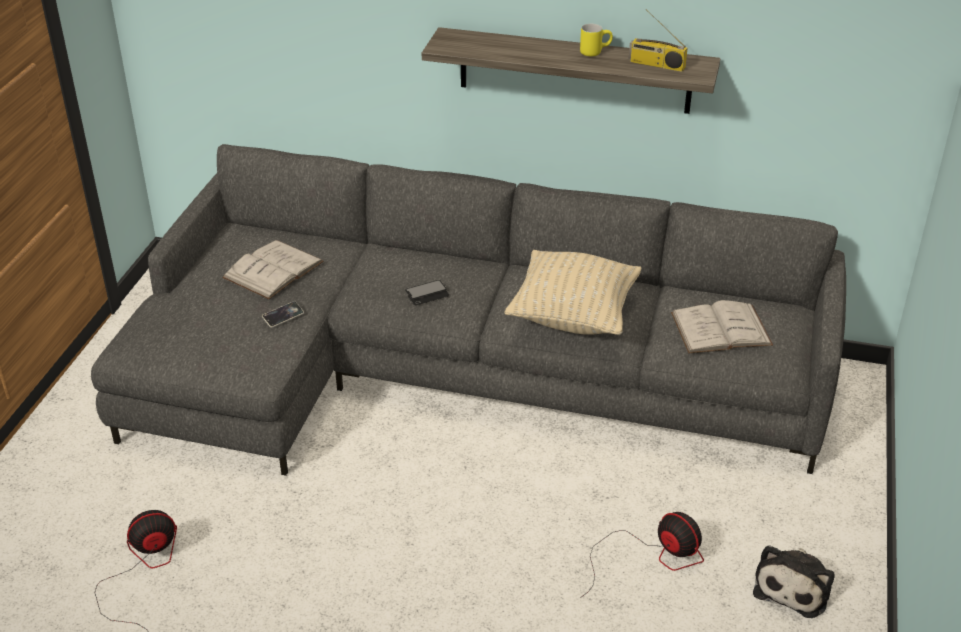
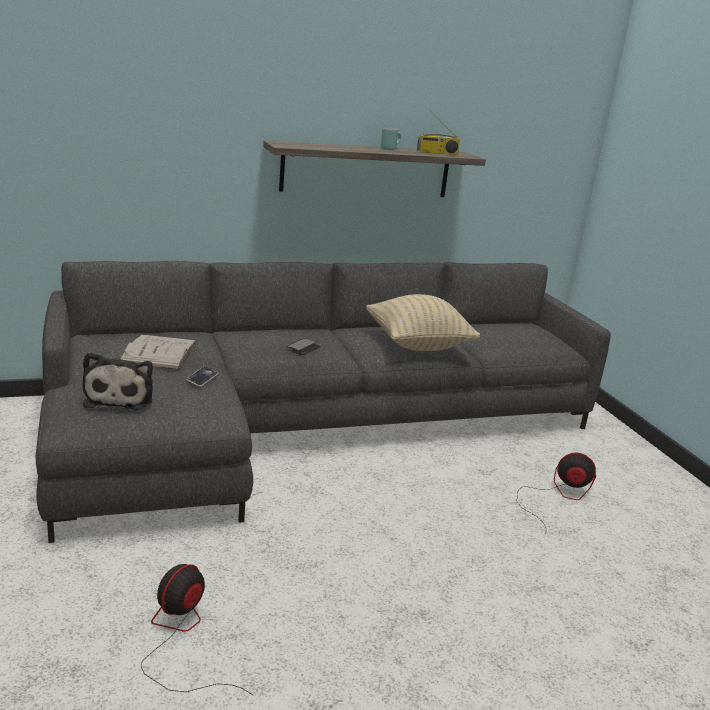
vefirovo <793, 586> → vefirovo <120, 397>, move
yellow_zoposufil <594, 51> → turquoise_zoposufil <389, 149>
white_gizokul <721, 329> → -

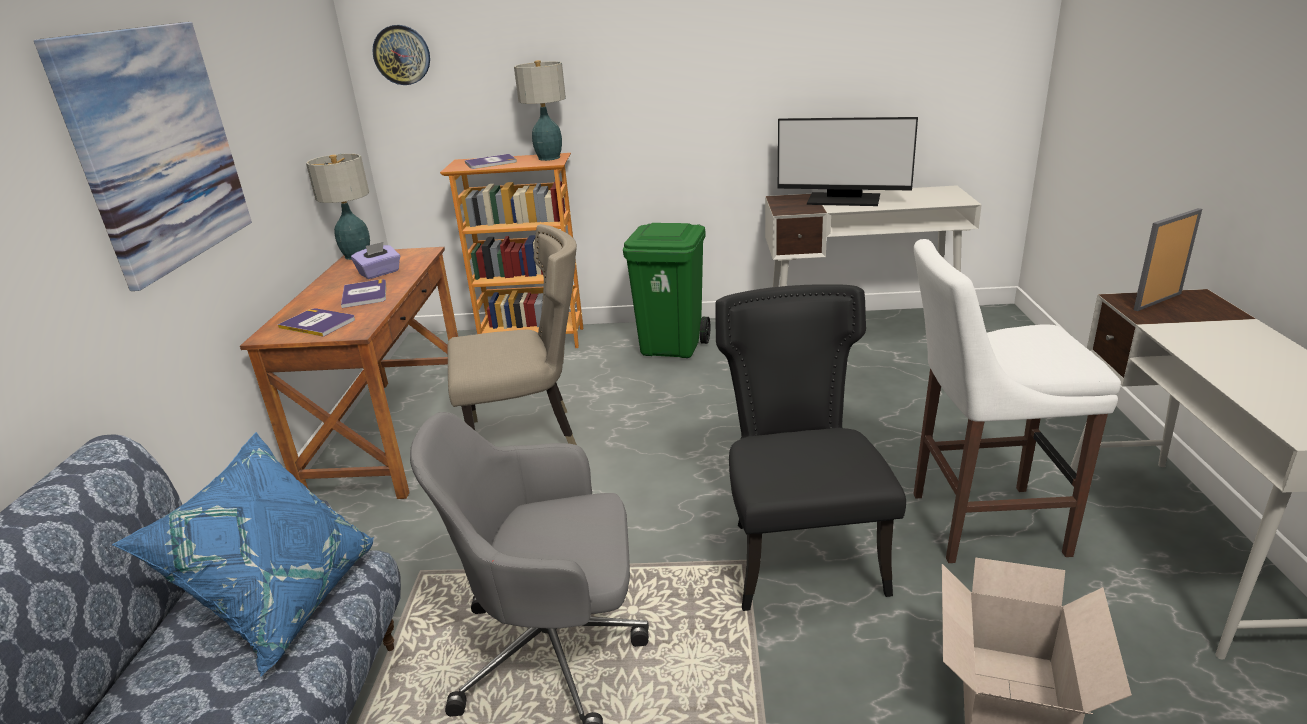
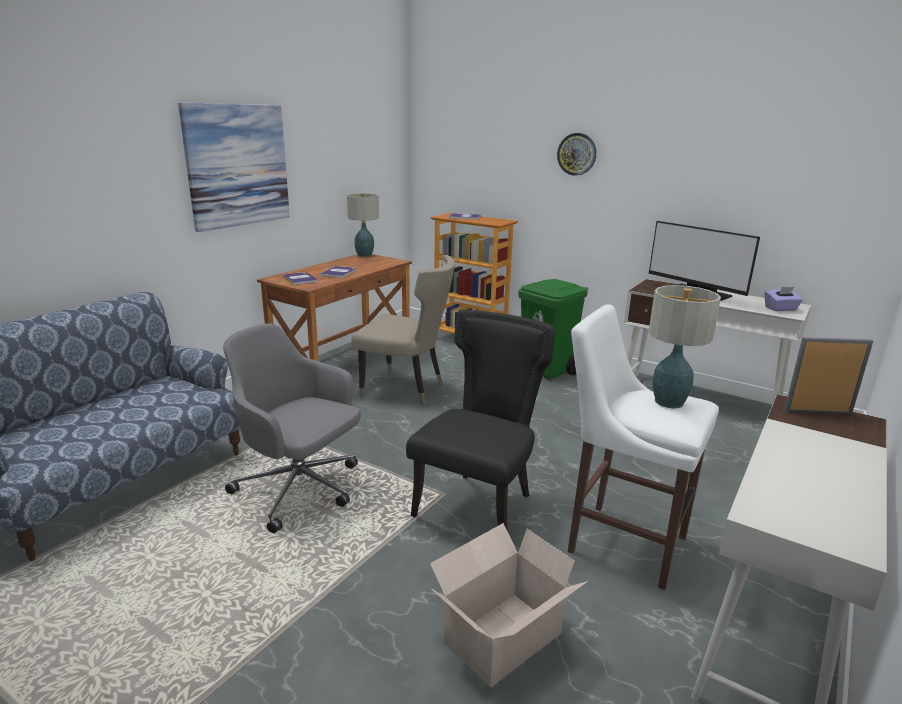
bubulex <402, 55> → bubulex <577, 154>, move
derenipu <548, 158> → derenipu <668, 402>, move
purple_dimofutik <380, 273> → purple_dimofutik <780, 309>, move
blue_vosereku <284, 601> → -

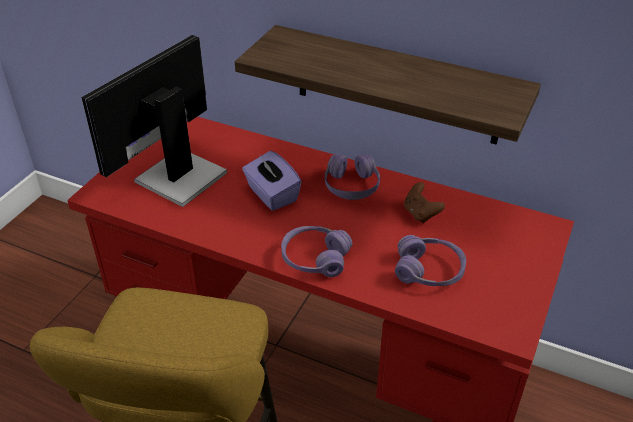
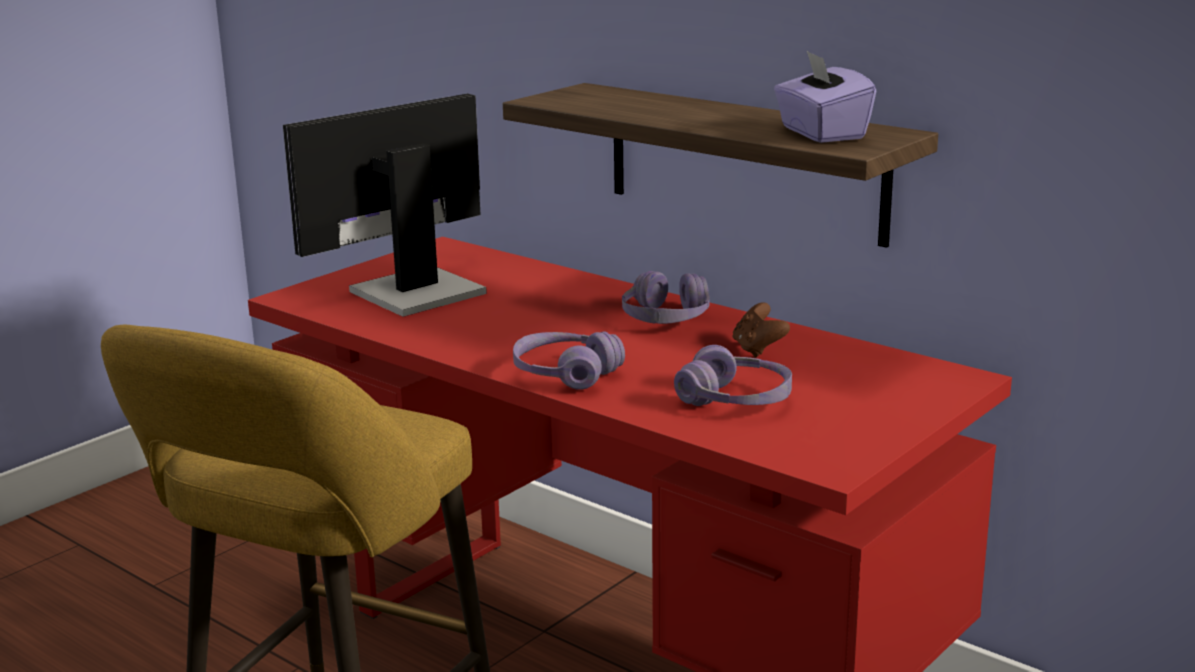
purple_dimofutik <271, 194> → purple_dimofutik <821, 133>, move

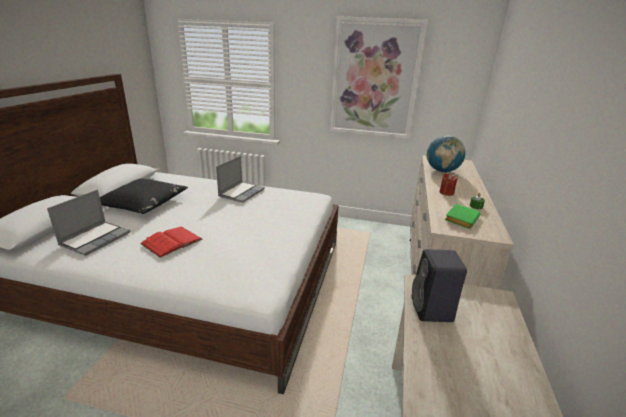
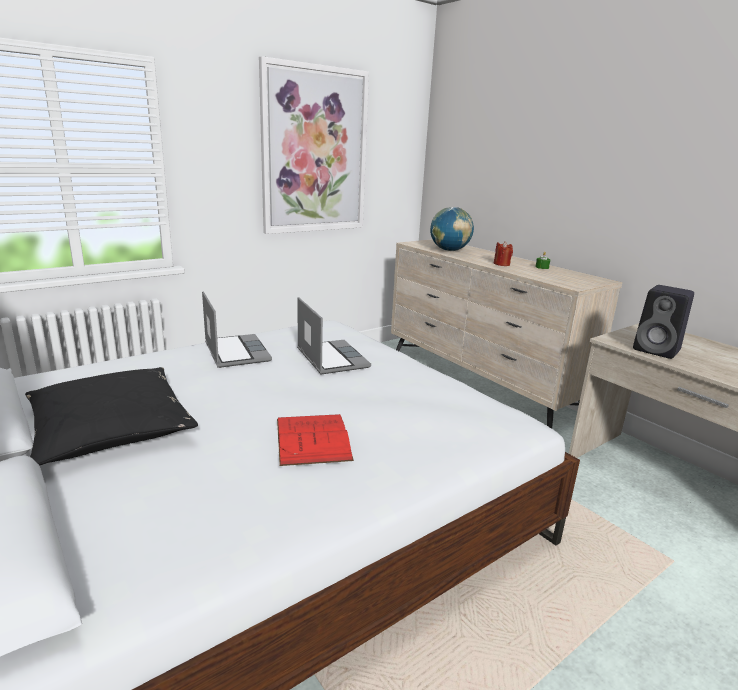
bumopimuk <95, 238> → bumopimuk <330, 358>, move
green_gizokul <460, 218> → -

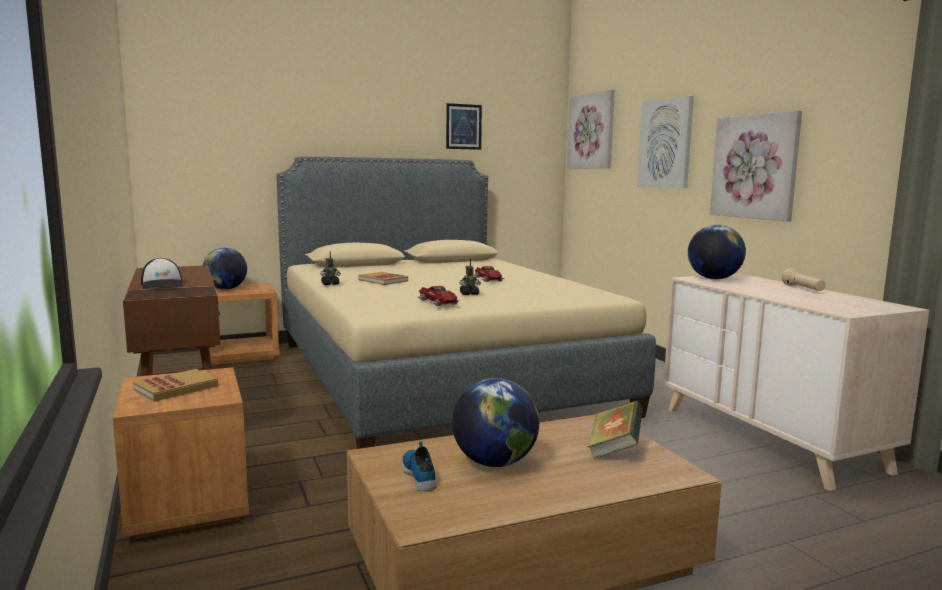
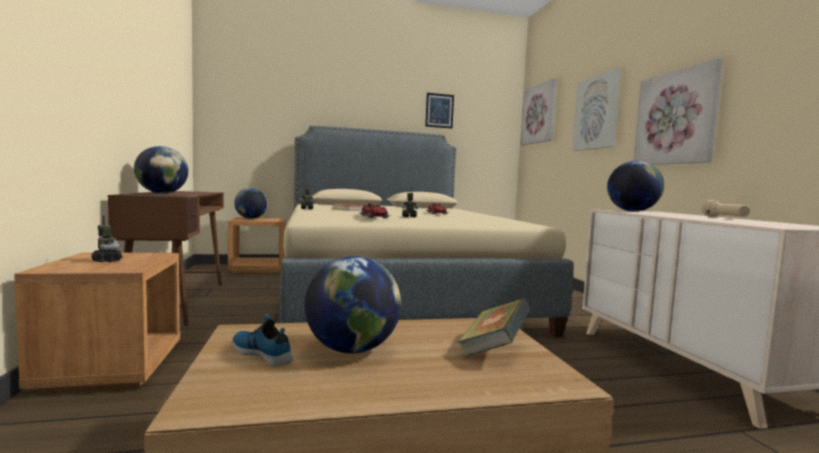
gizokul <176, 388> → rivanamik <107, 260>
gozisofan <163, 285> → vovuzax <162, 193>
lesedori <420, 474> → lesedori <262, 353>, 45 degrees counterclockwise

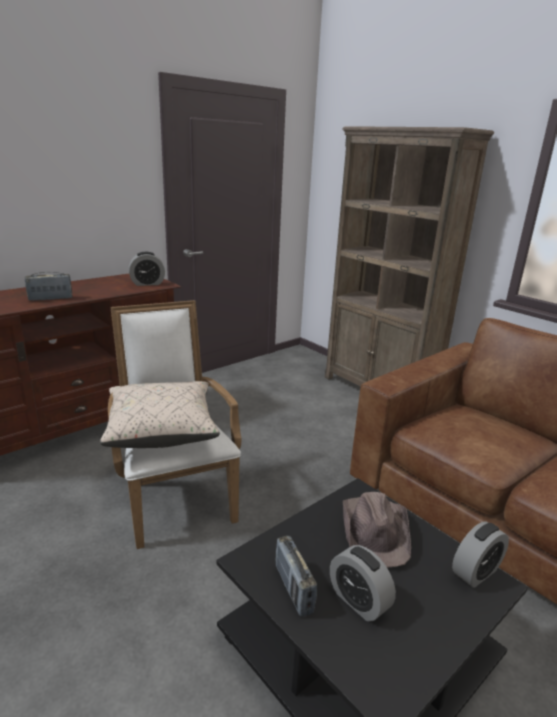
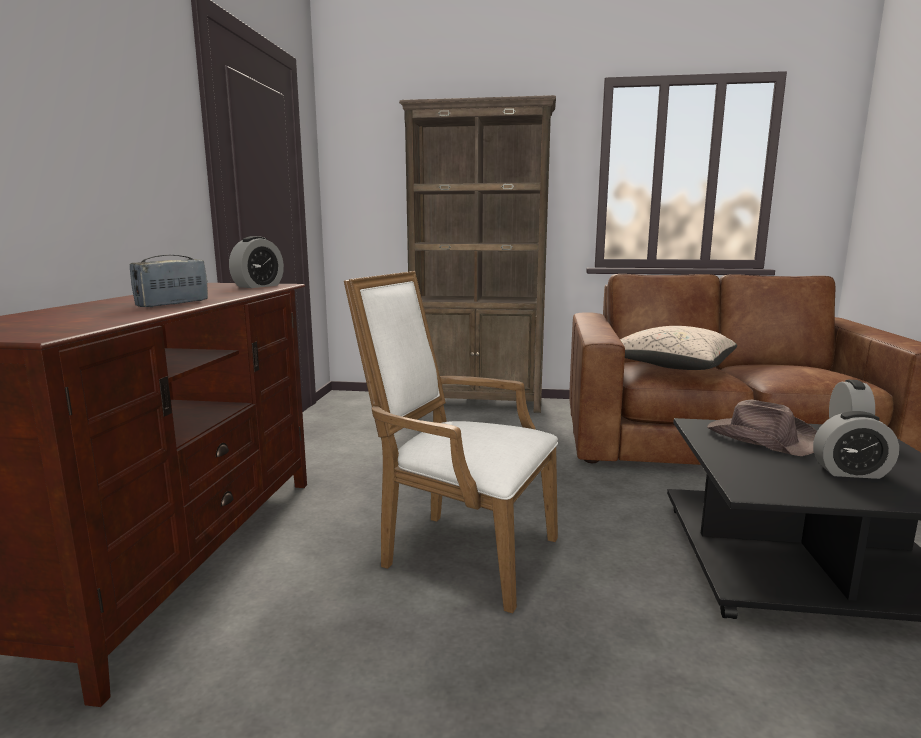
beige_vosereku <161, 429> → beige_vosereku <671, 367>, move
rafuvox <293, 589> → -

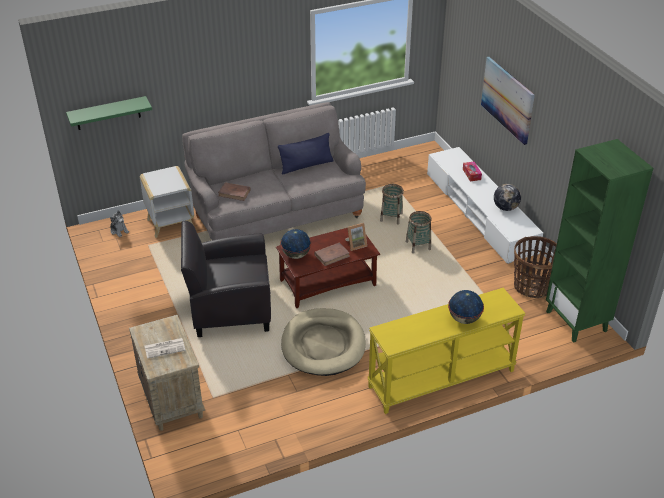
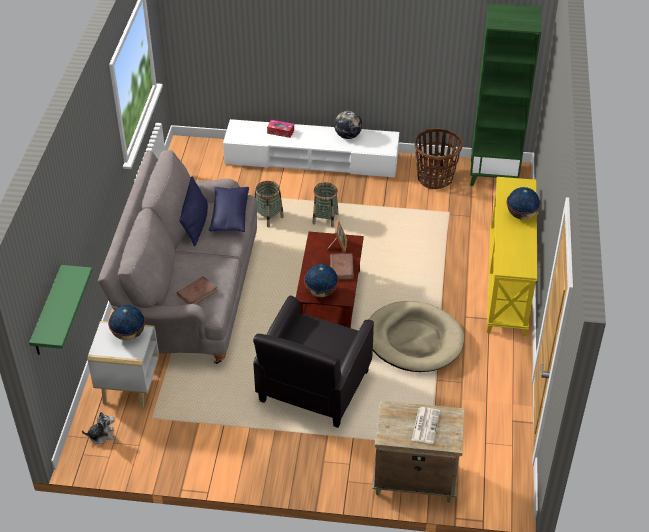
- → vovuzax <129, 334>
- → blue_vosereku <229, 216>
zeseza <508, 99> → -

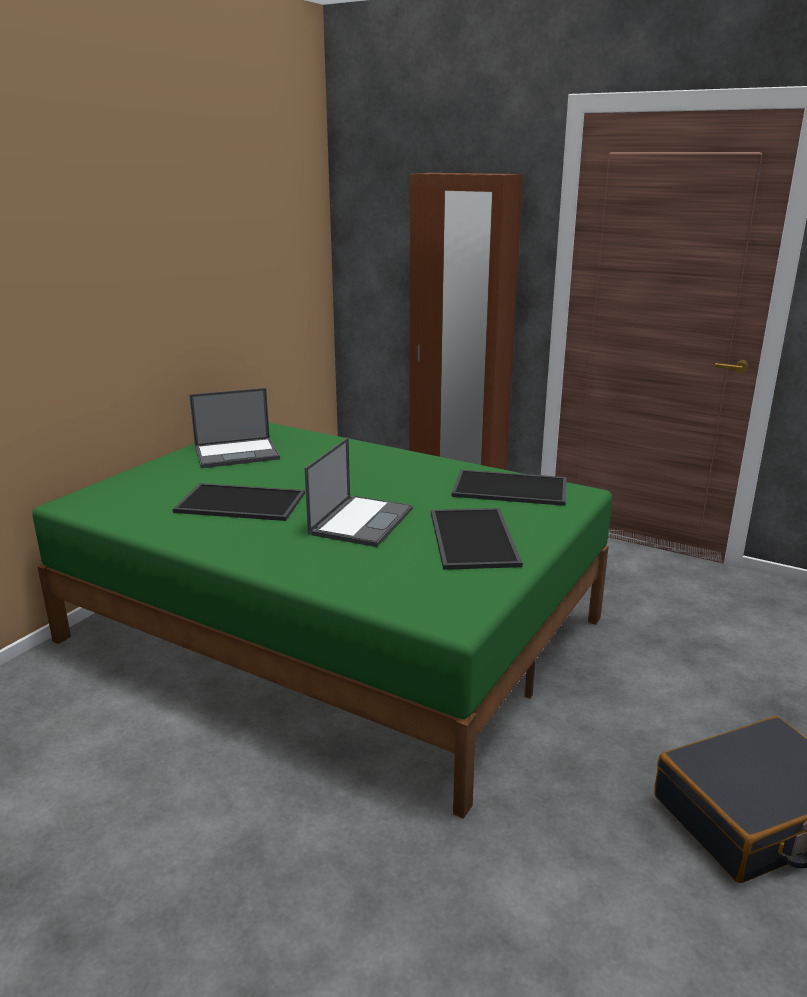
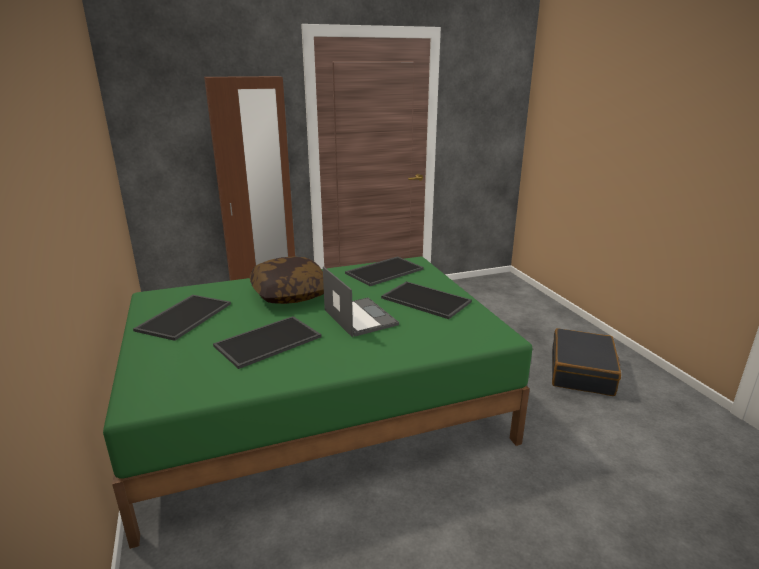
bumopimuk <238, 453> → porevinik <184, 316>
- → vosereku <290, 294>

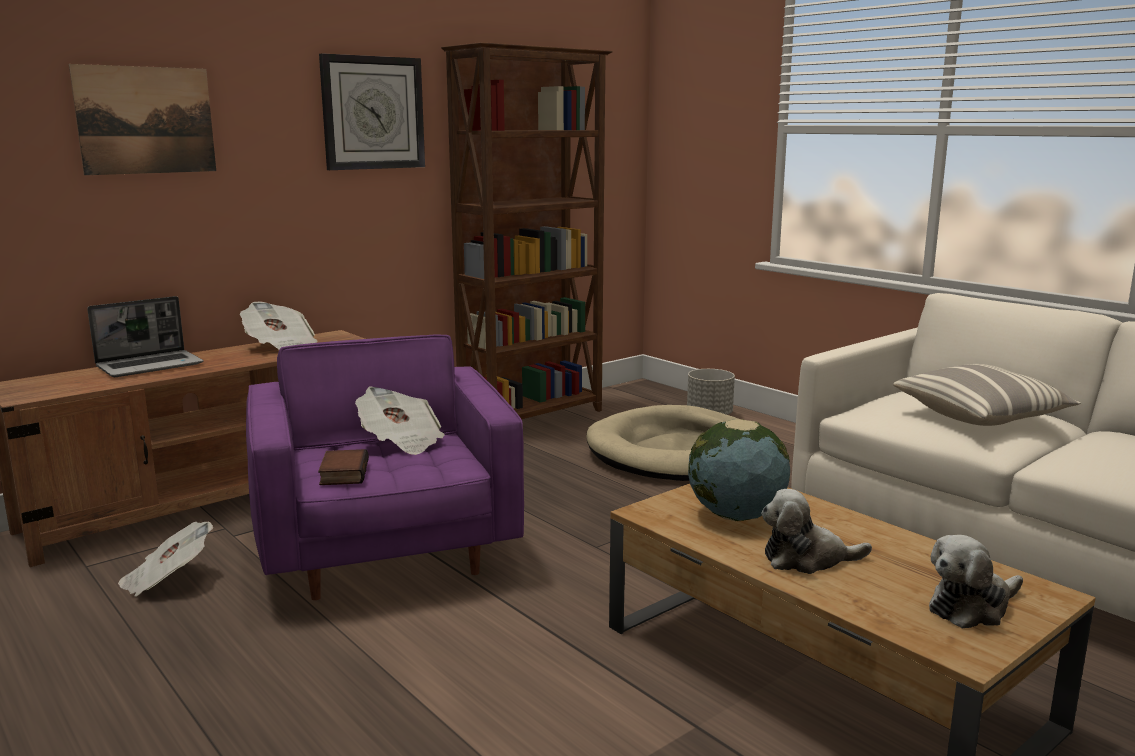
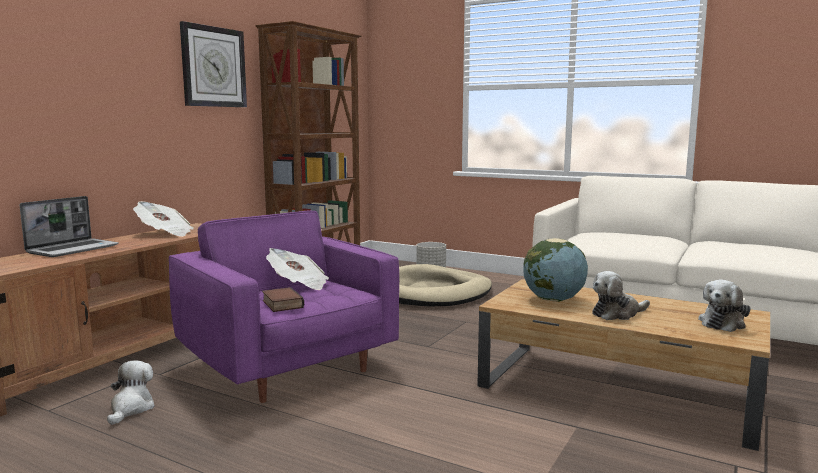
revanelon <167, 580> → vefirovo <131, 408>
zeseza <146, 120> → -
vosereku <981, 416> → -

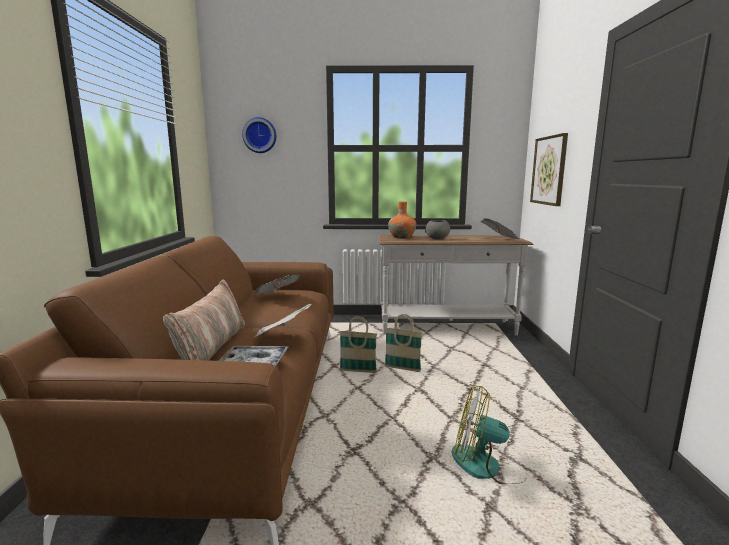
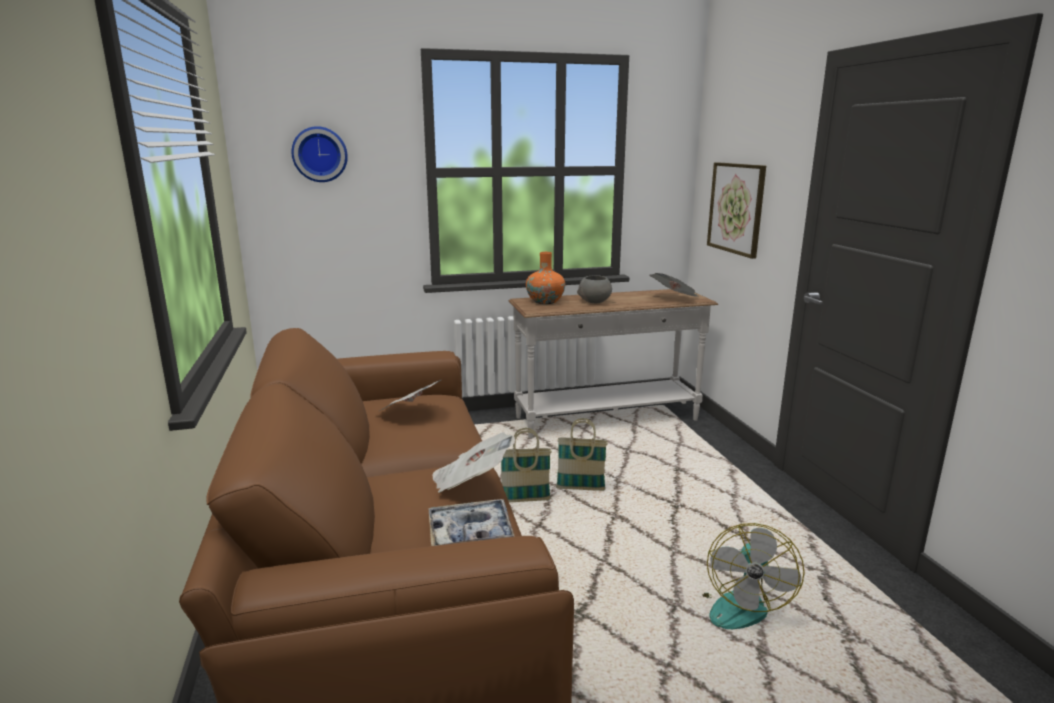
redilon <487, 466> → redilon <737, 603>, 75 degrees counterclockwise
vosereku <212, 348> → -

